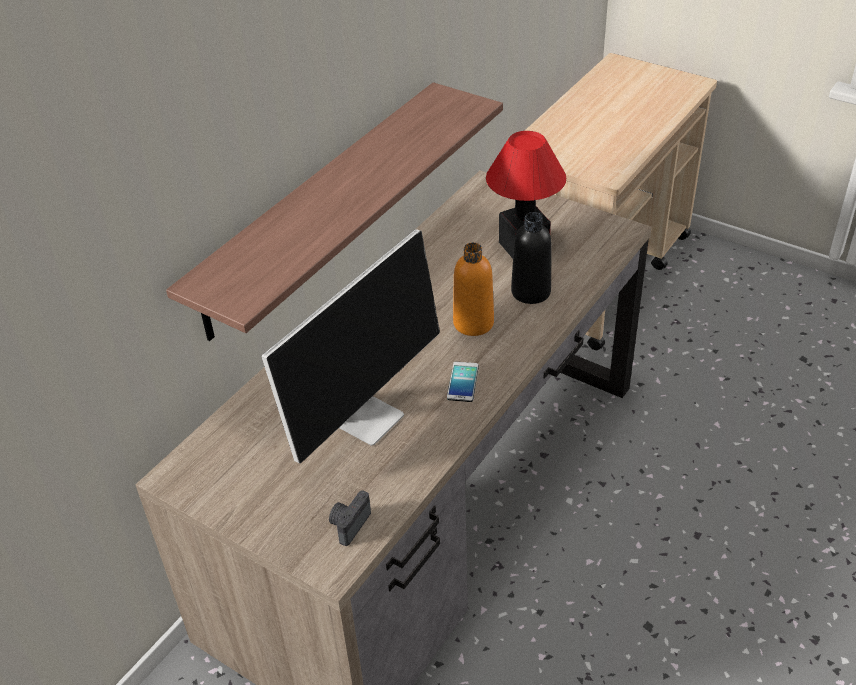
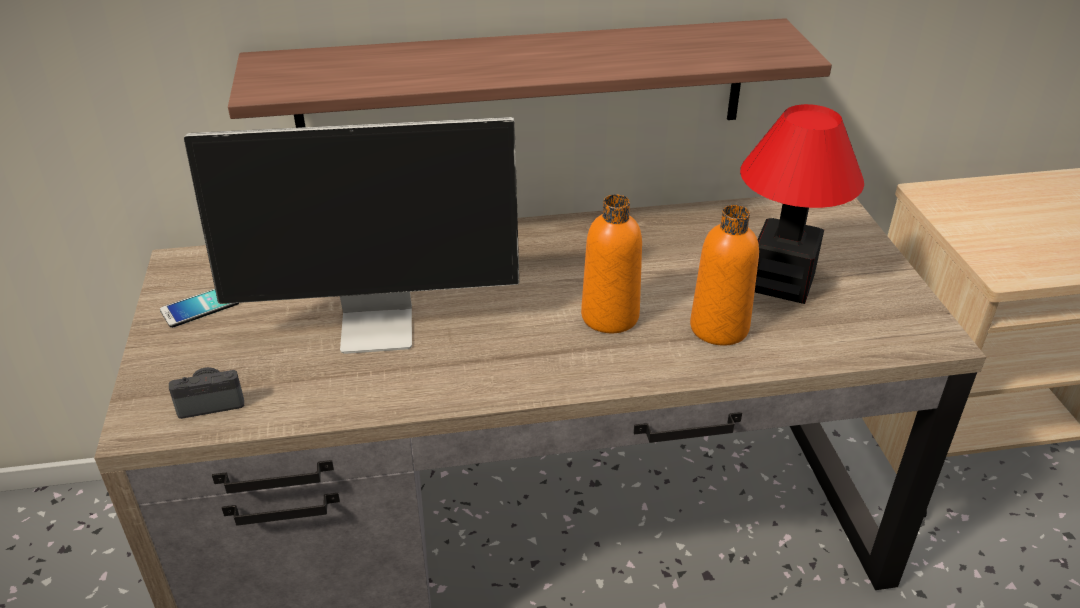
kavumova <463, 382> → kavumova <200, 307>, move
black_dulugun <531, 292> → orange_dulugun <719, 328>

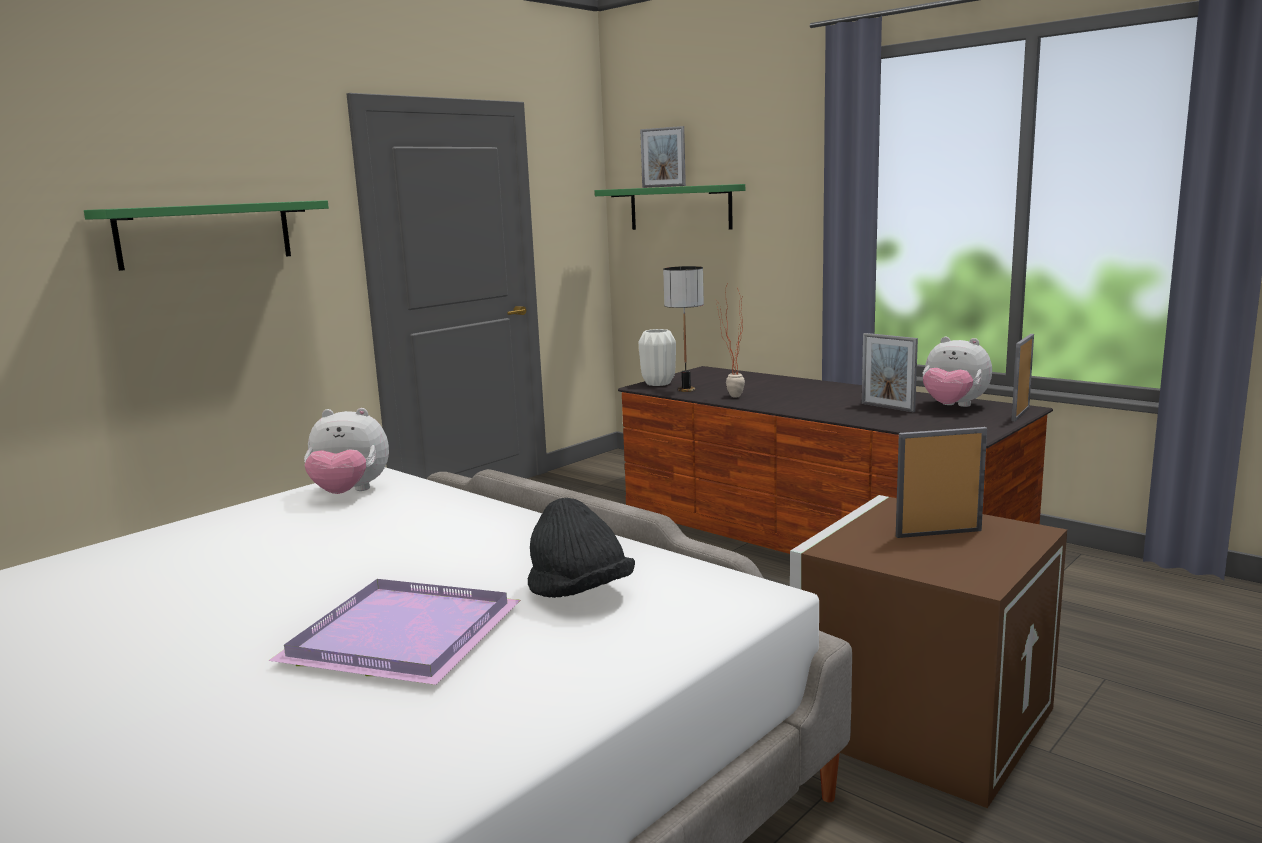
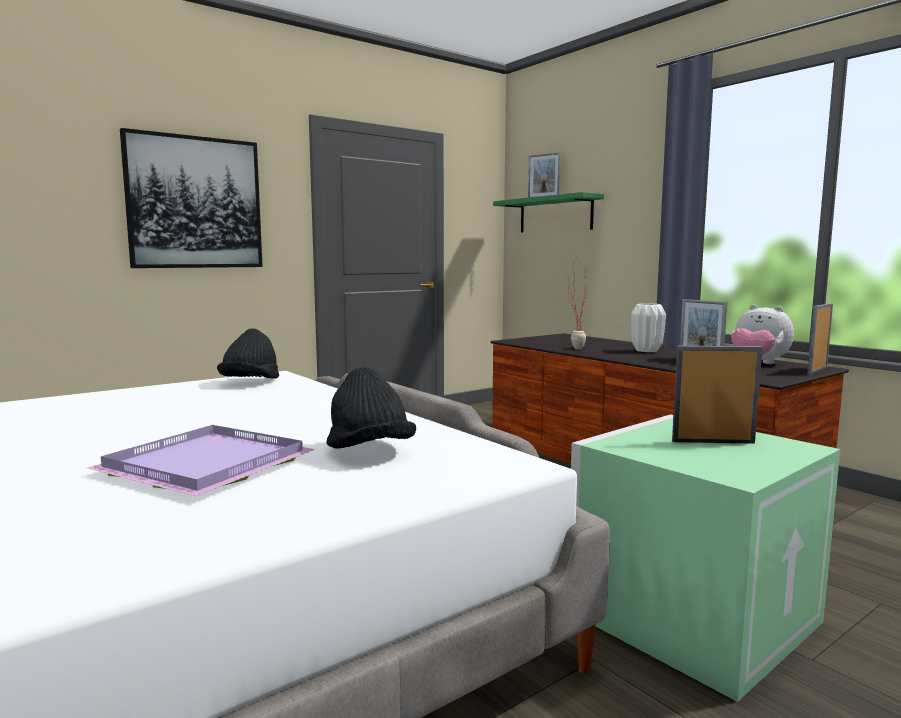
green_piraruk <205, 234> → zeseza <195, 203>
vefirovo <349, 493> → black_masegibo <250, 383>
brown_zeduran <921, 718> → green_zeduran <691, 614>
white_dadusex <658, 383> → white_dadusex <646, 350>, move
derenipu <685, 390> → -

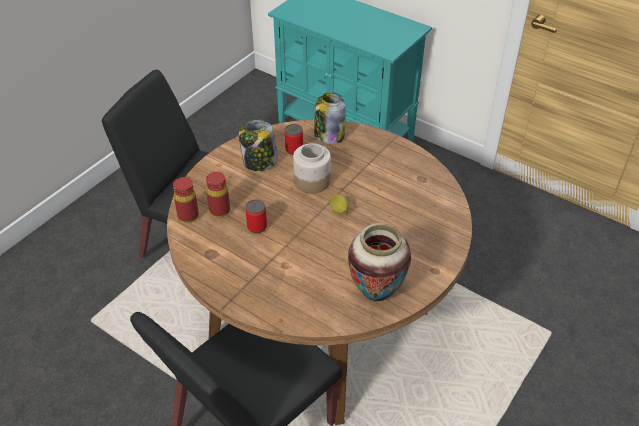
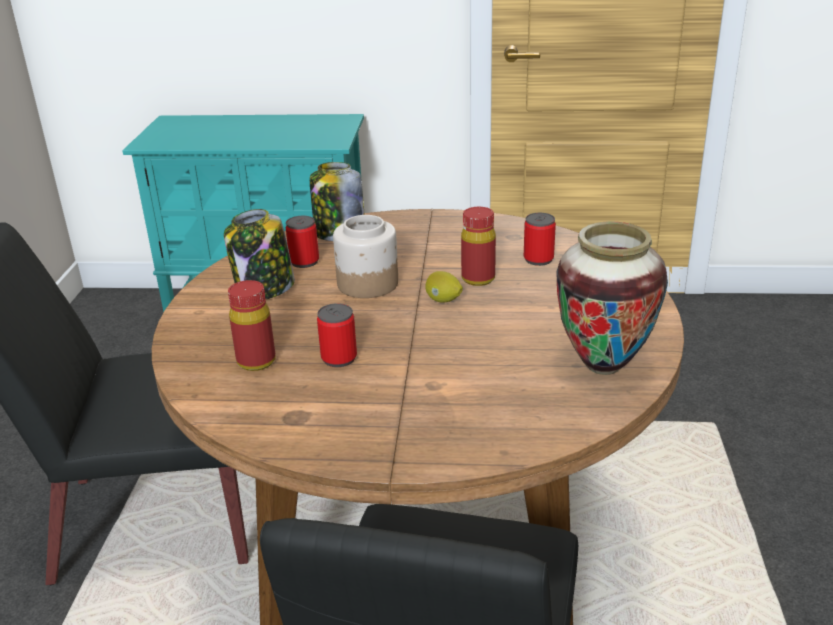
red_dulugun <188, 216> → red_dulugun <478, 279>, move
- → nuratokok <538, 259>

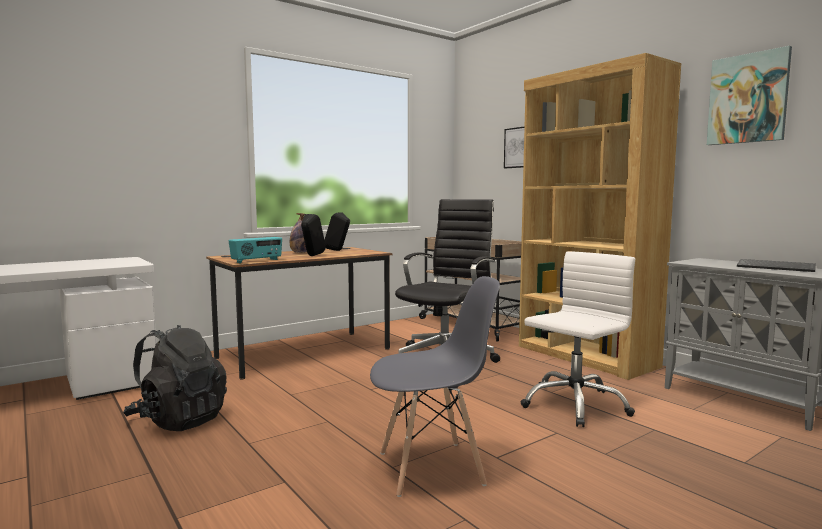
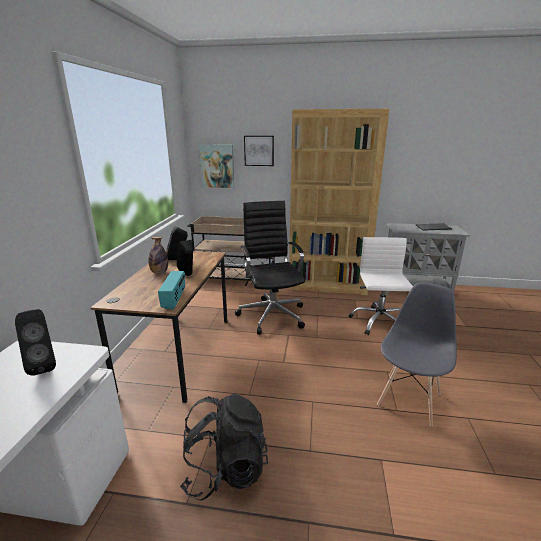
- → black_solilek <44, 365>
zeseza <748, 99> → zeseza <217, 166>, move

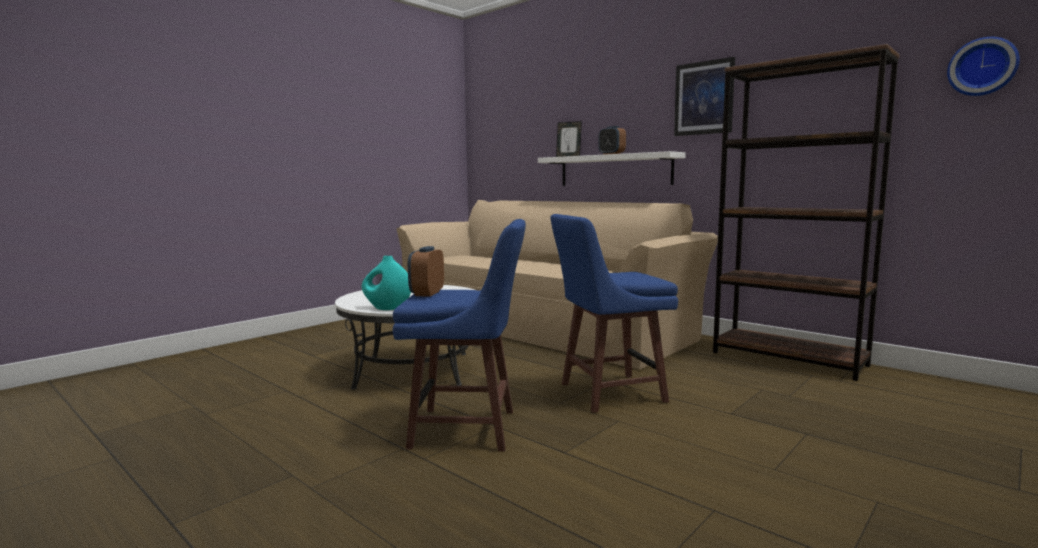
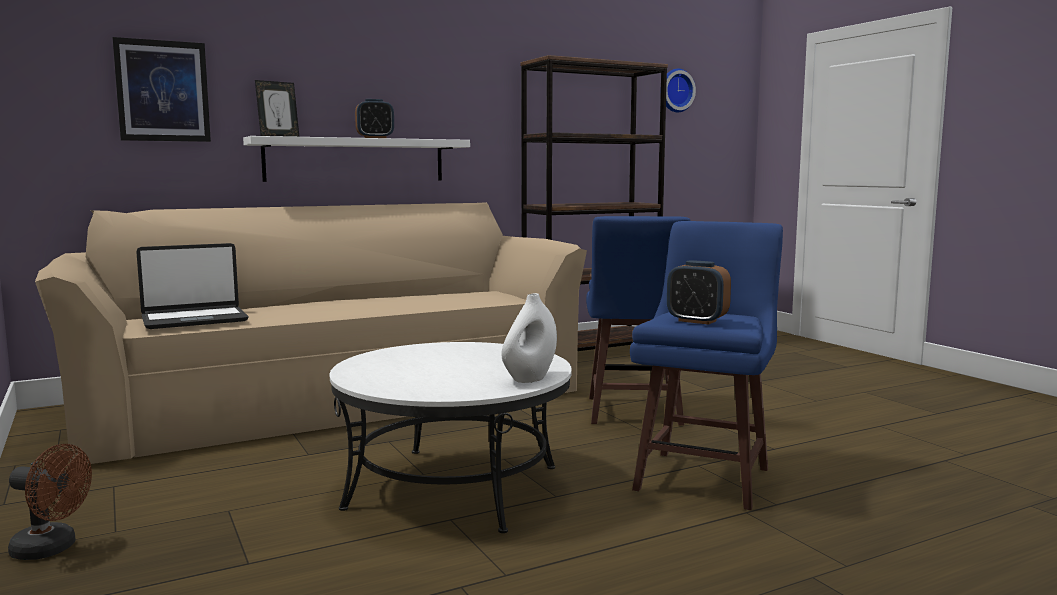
- → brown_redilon <52, 549>
zeseza <704, 98> → zeseza <162, 91>, move
- → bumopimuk <194, 319>
turquoise_dadusex <387, 308> → white_dadusex <530, 379>

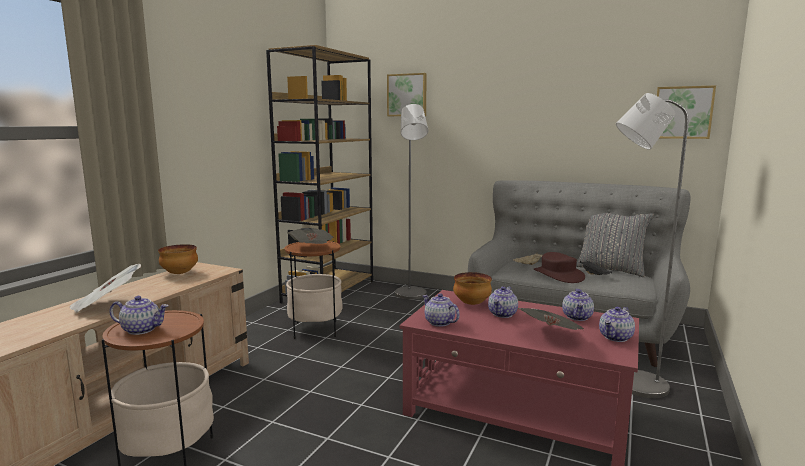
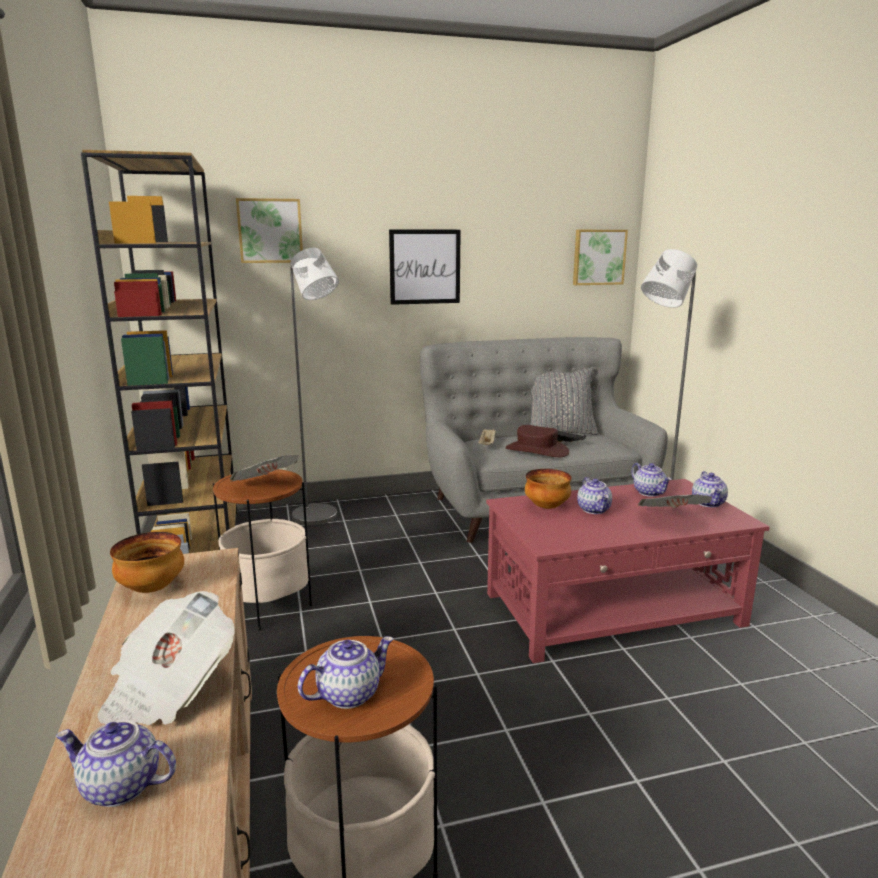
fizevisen <439, 322> → fizevisen <120, 787>, move
- → zeseza <425, 267>

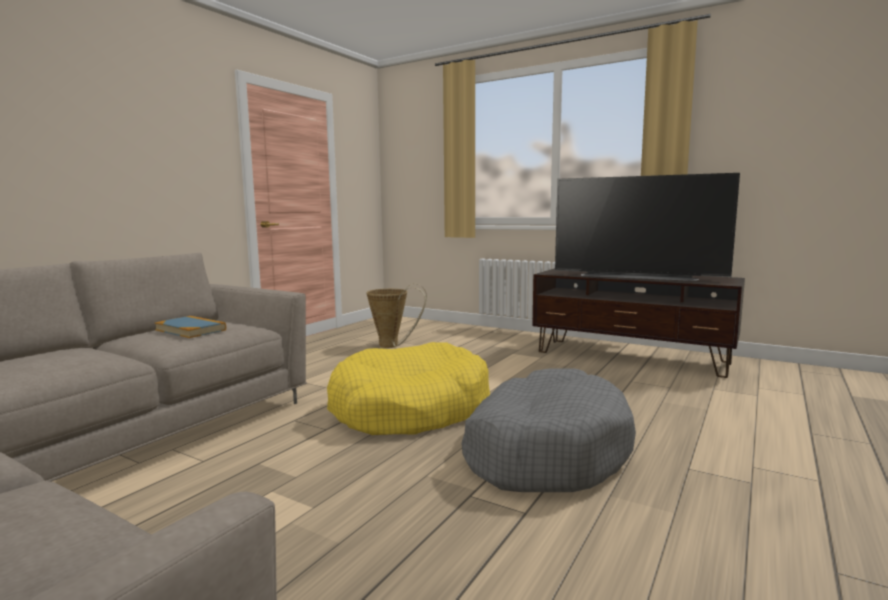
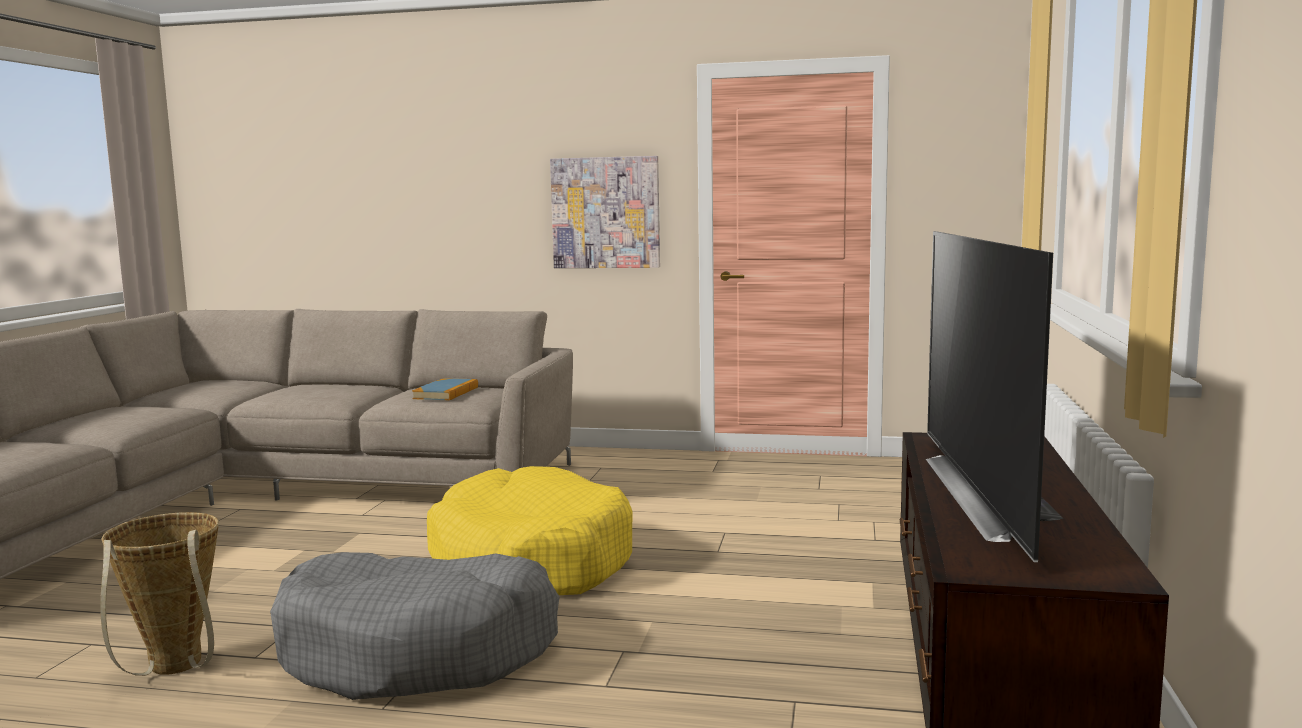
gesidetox <393, 345> → gesidetox <173, 670>, move
- → zeseza <605, 213>

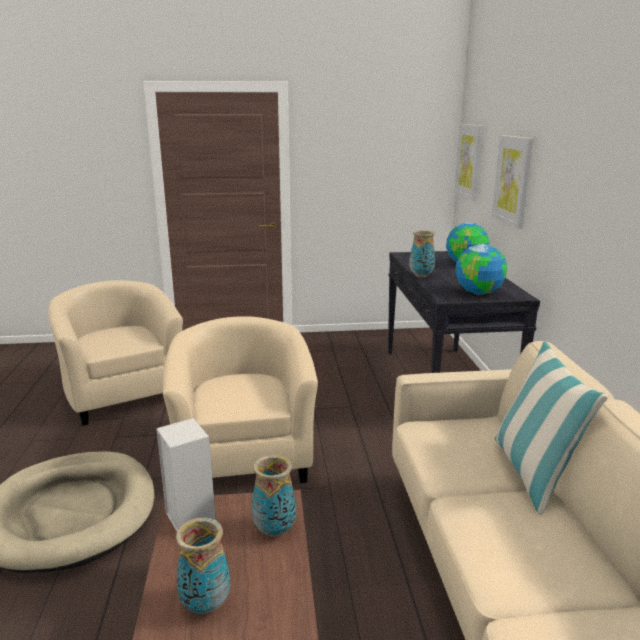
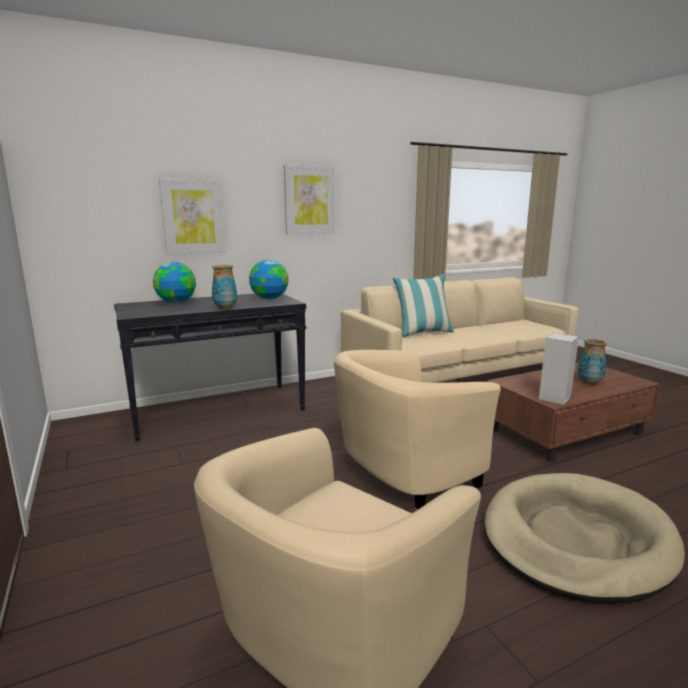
zeseza <469, 161> → zeseza <310, 200>, move
dadusex <275, 530> → -

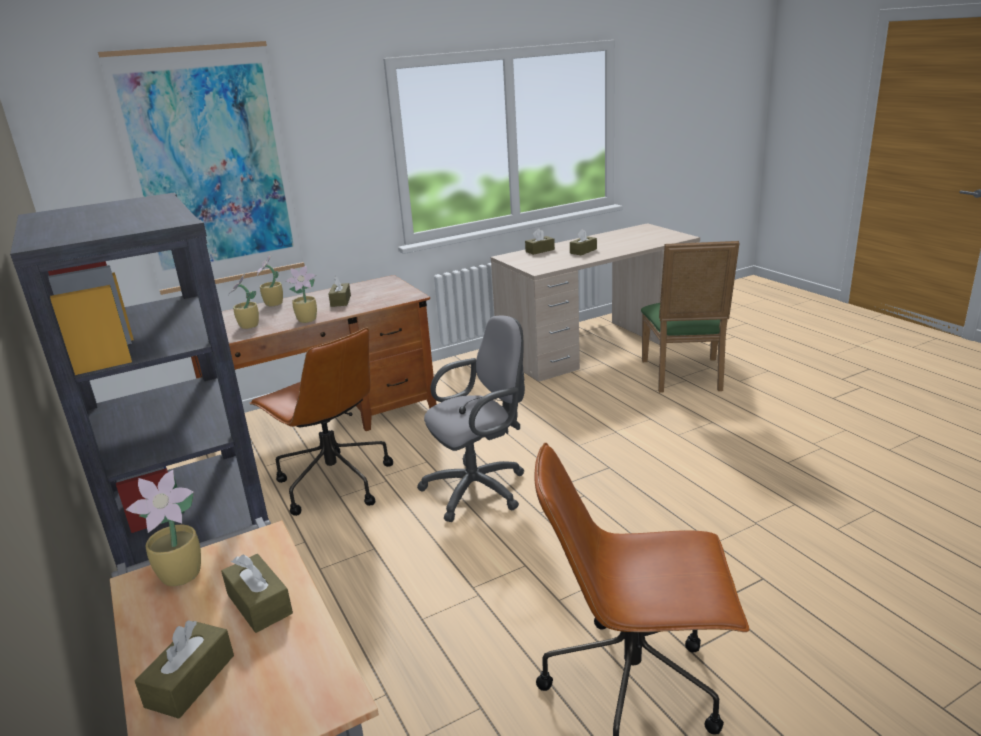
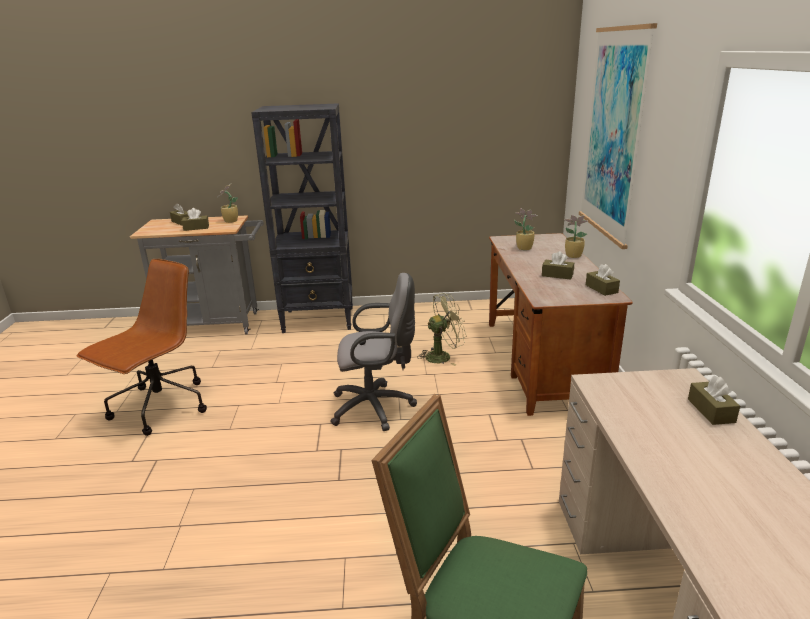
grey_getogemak <480, 488> → grey_getogemak <376, 407>, 90 degrees counterclockwise
brown_getogemak <333, 483> → green_redilon <443, 356>
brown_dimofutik <583, 251> → brown_dimofutik <601, 289>, move
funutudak <308, 320> → -

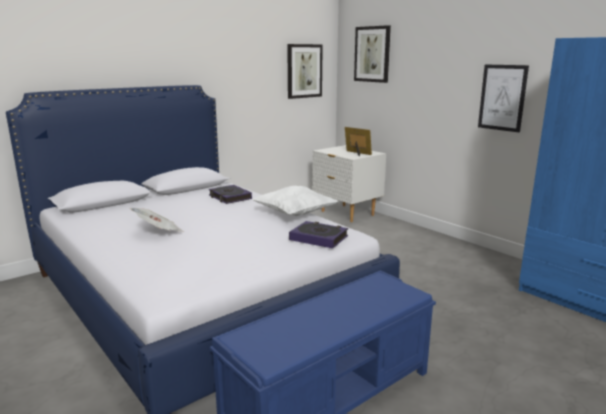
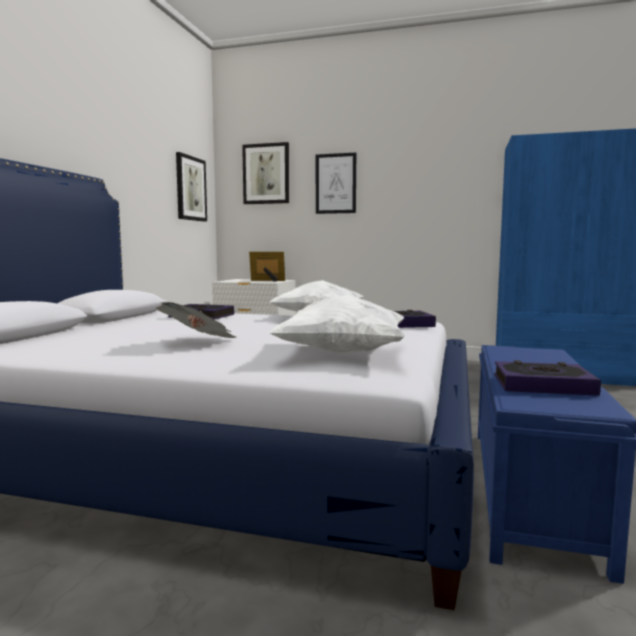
- → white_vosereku <342, 353>
zeseza <502, 97> → zeseza <335, 183>, move
- → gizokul <542, 385>

